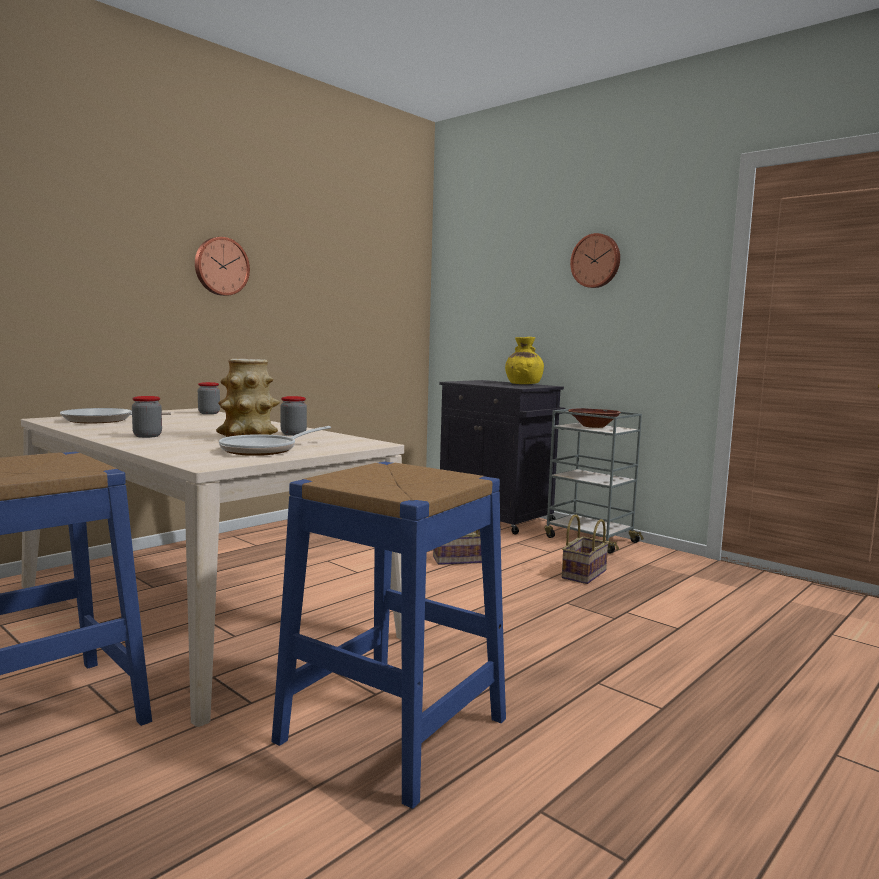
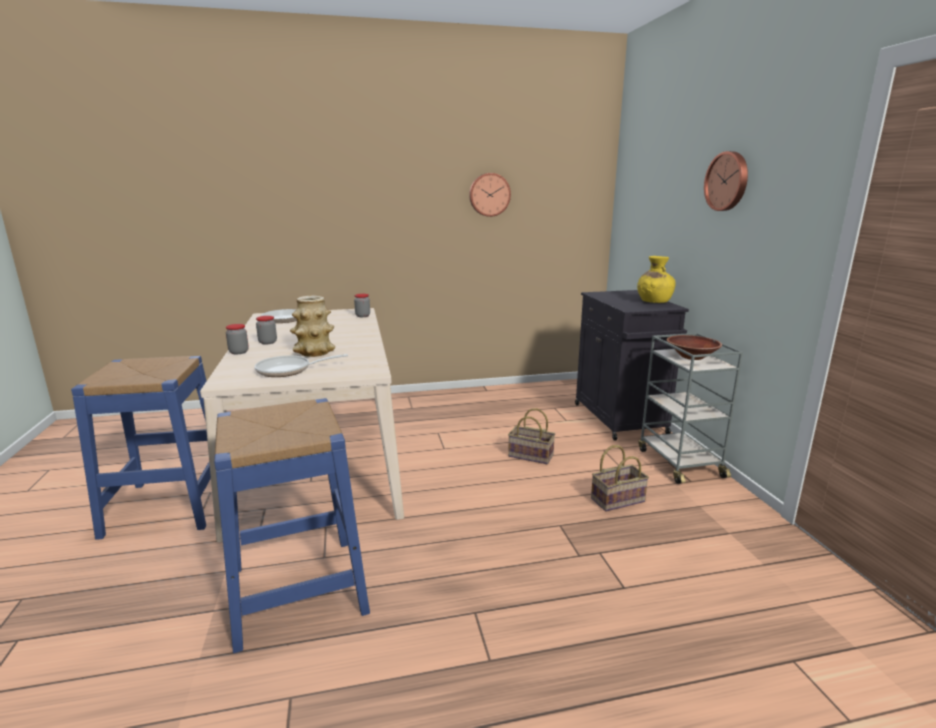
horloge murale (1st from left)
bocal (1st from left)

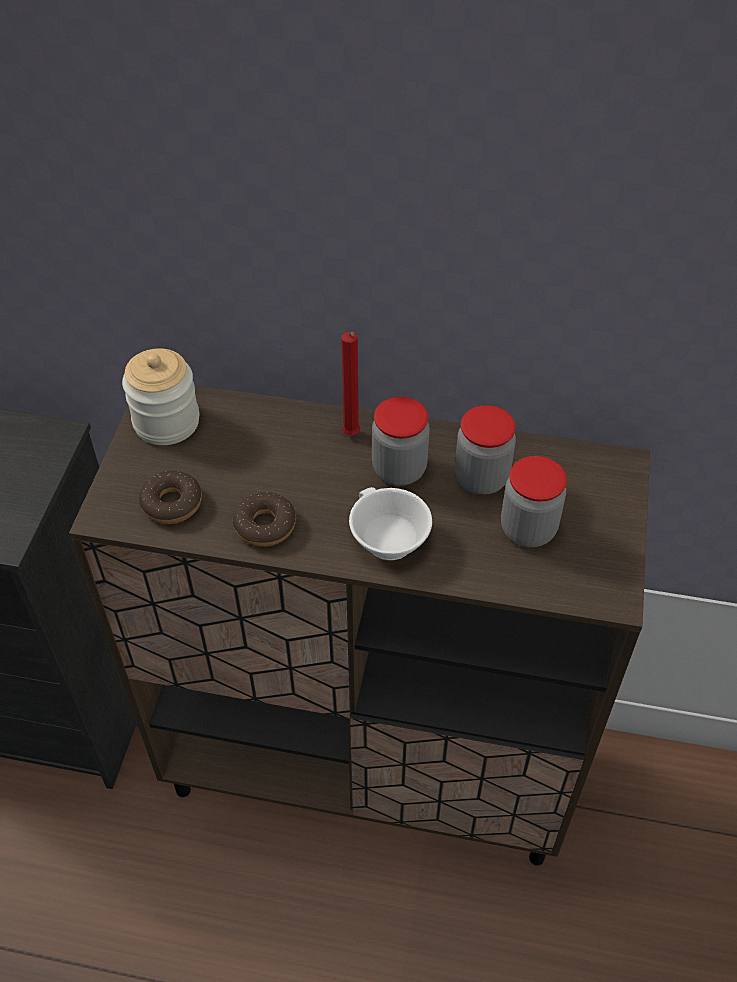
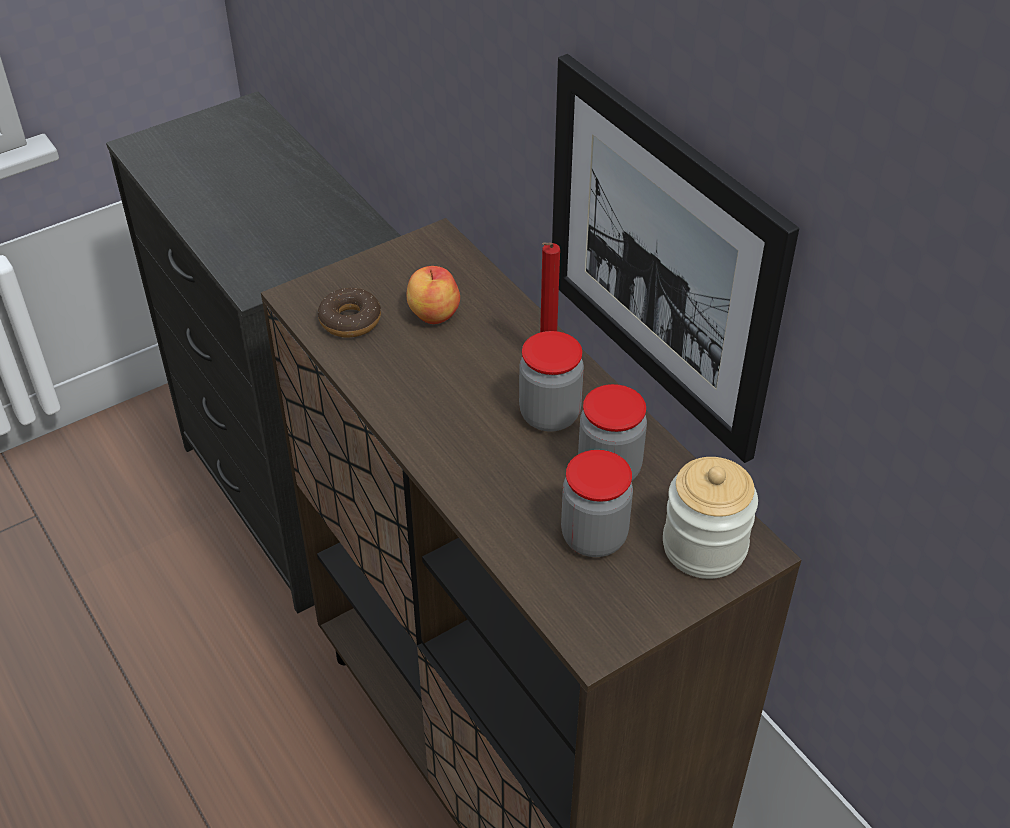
bocal (4th from left)
tasse (blanc)
beignet (2nd from left in the first image)
tableau
pomme

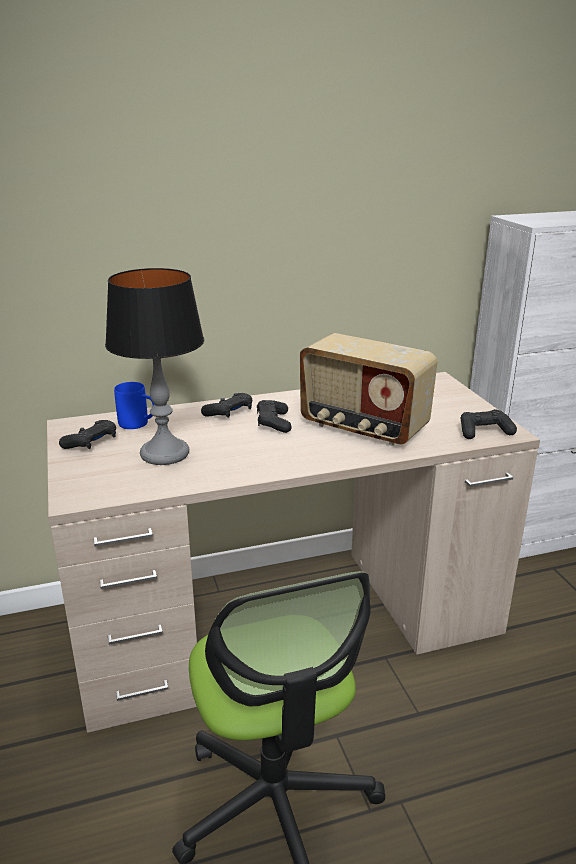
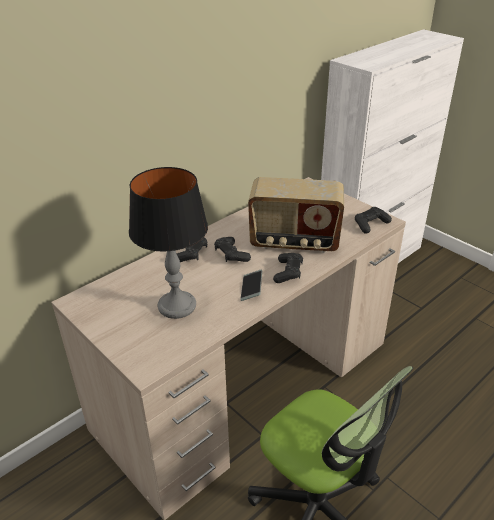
mug (bleu)
manette (noir) (3rd from left)
téléphone

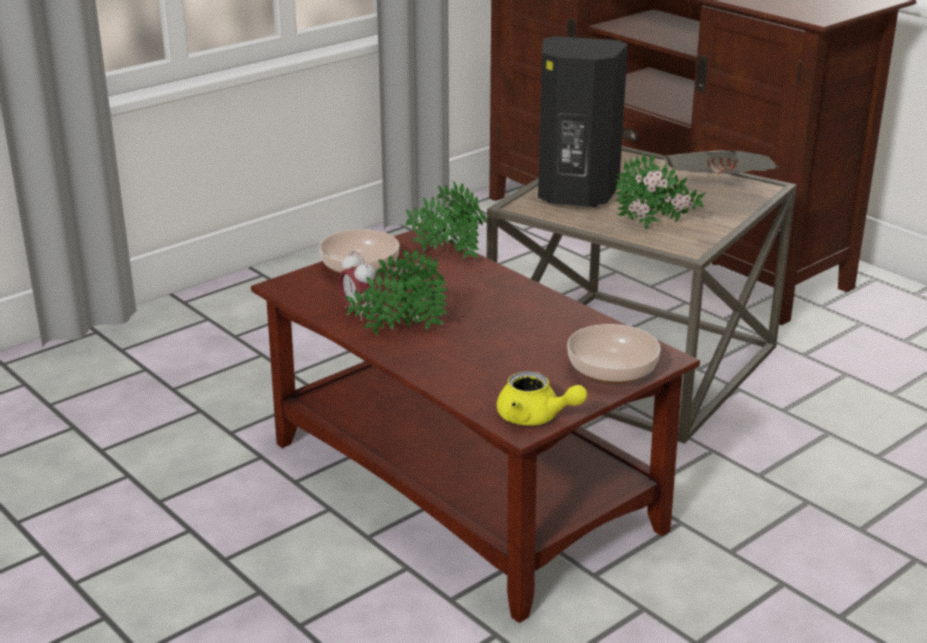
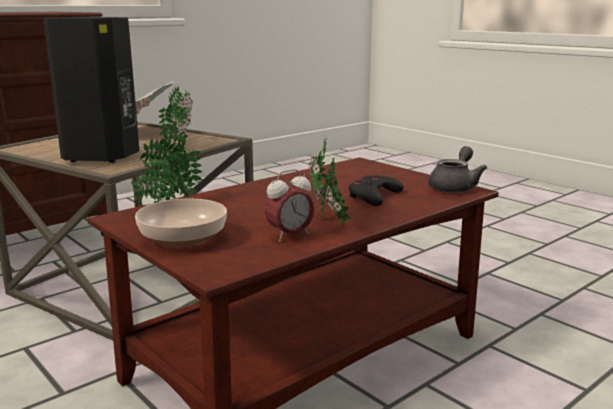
bol (2nd from left in the first image)
théière (gris)
manette (noir)

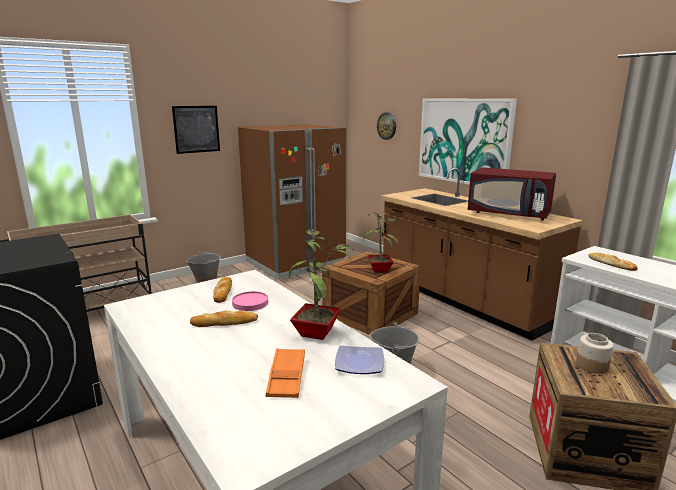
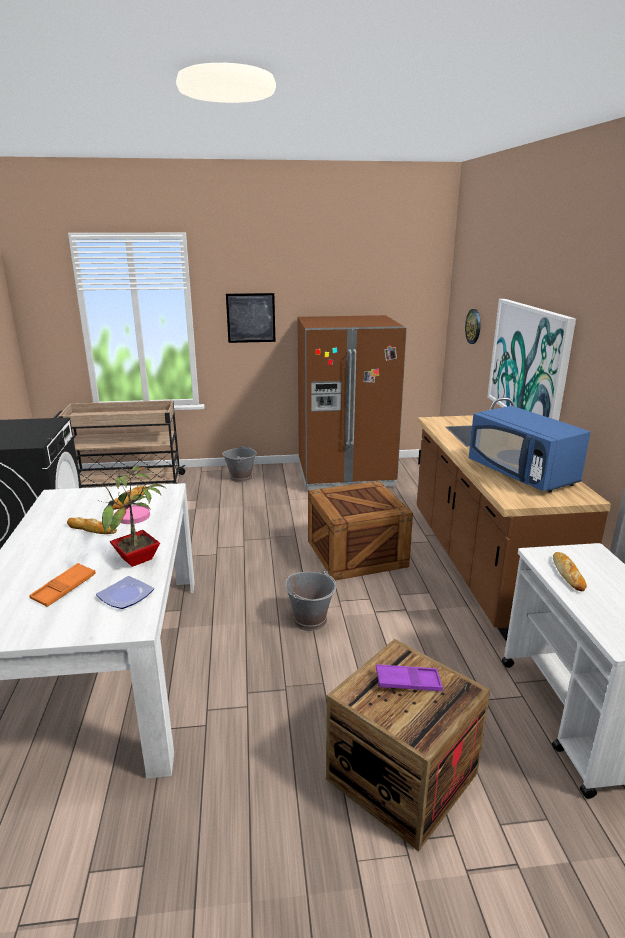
micro-ondes (bleu)
plante en pot (2nd from left in the first image)
plateau (violet)

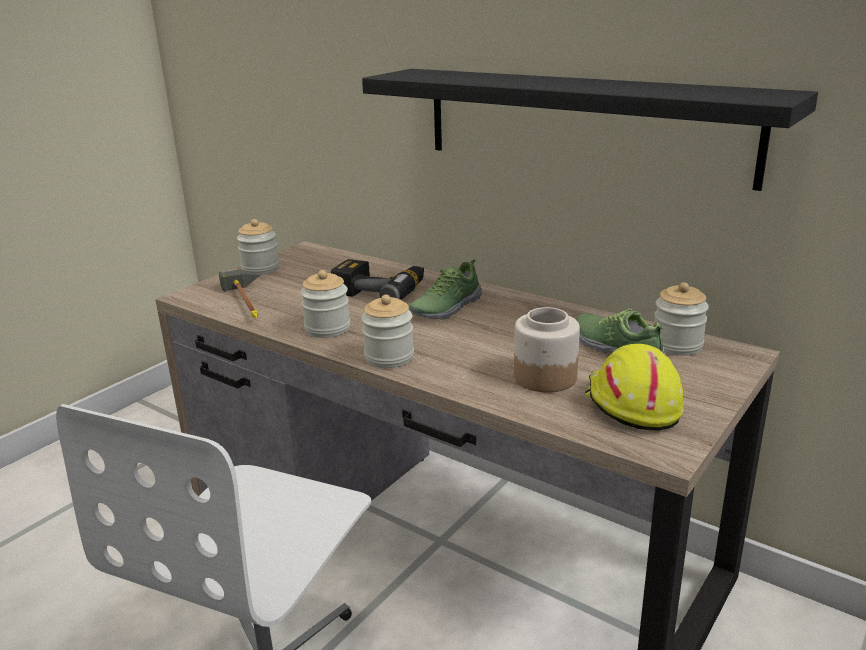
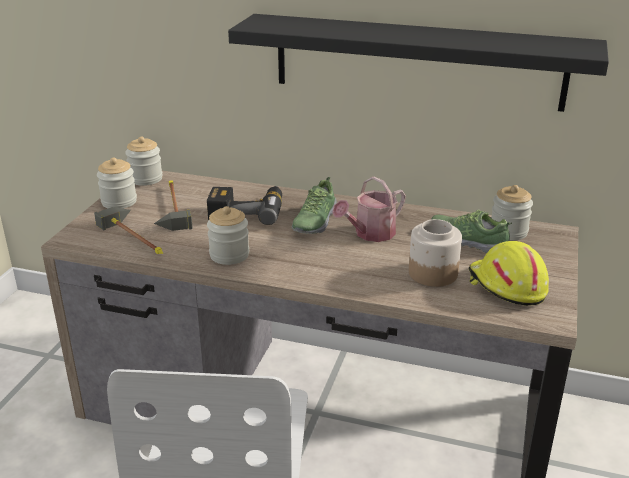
bocal (2nd from left)
arrosoir
marteau (2nd from left)

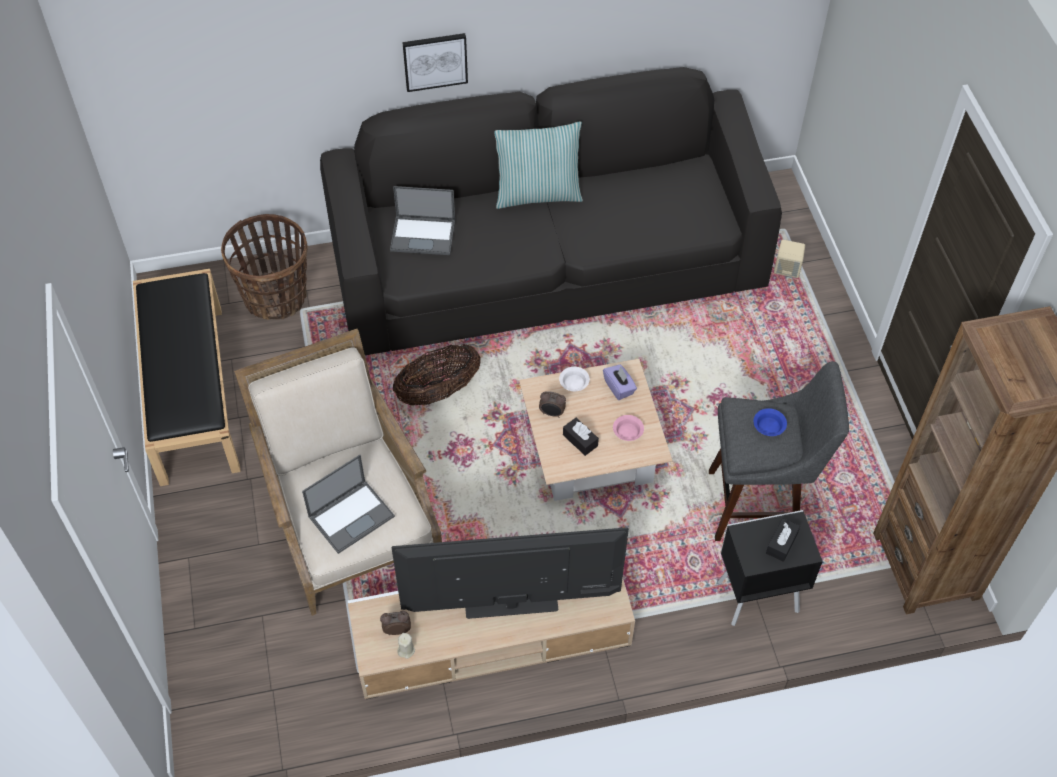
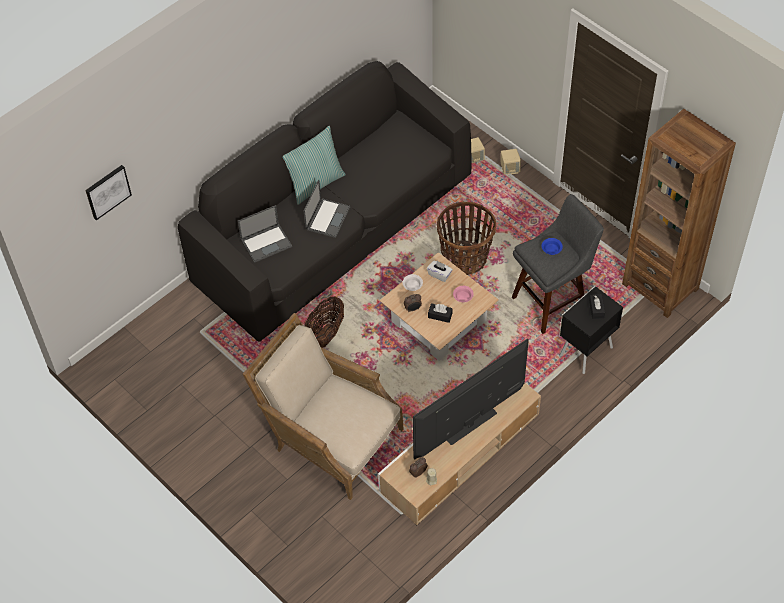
tableau
panier (2nd from left)
banc (noir)
boîte à mouchoirs (blanc)
ordinateur portable (2nd from left)
enceinte (beige) (2nd from left)

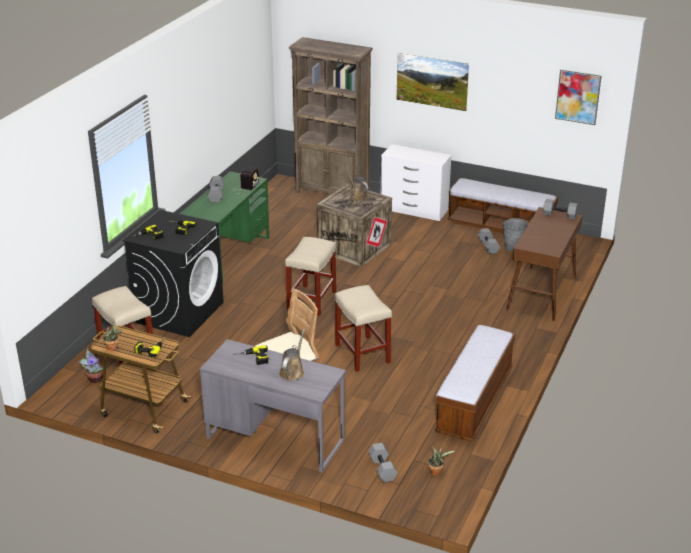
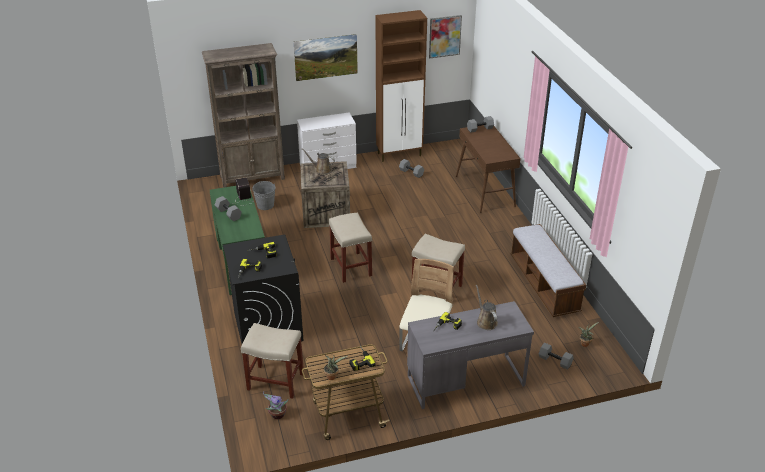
meuble de rangement (marron)
seau (gris)

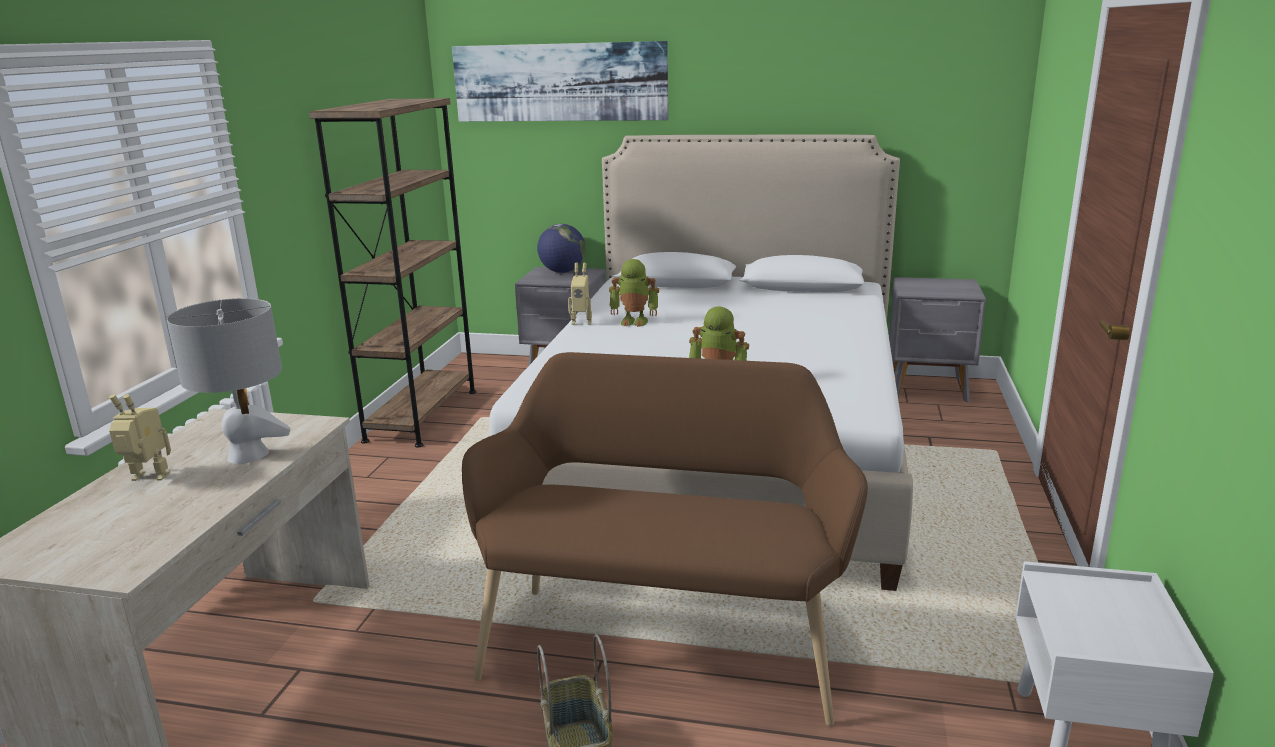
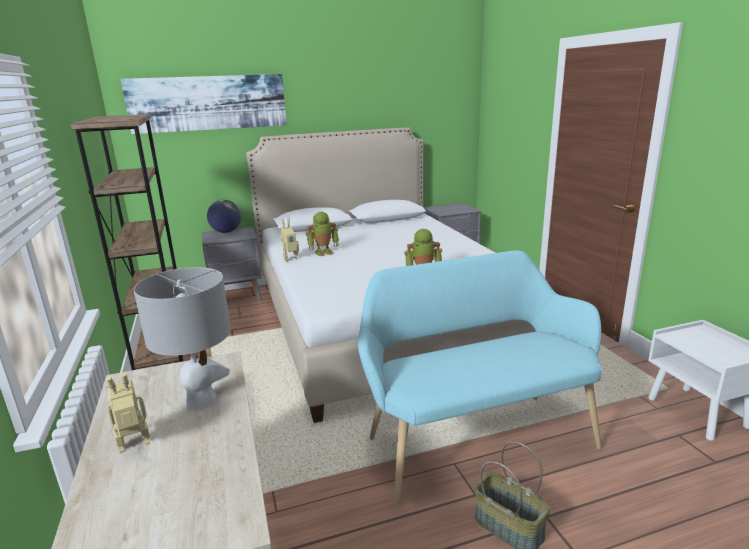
banc (turquoise)

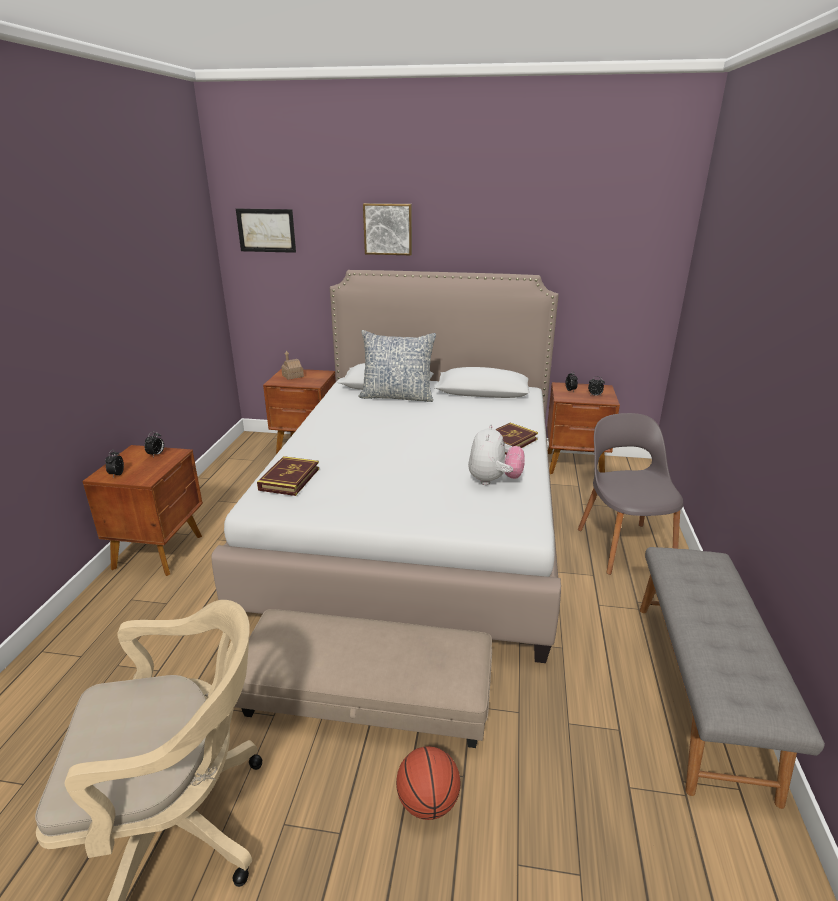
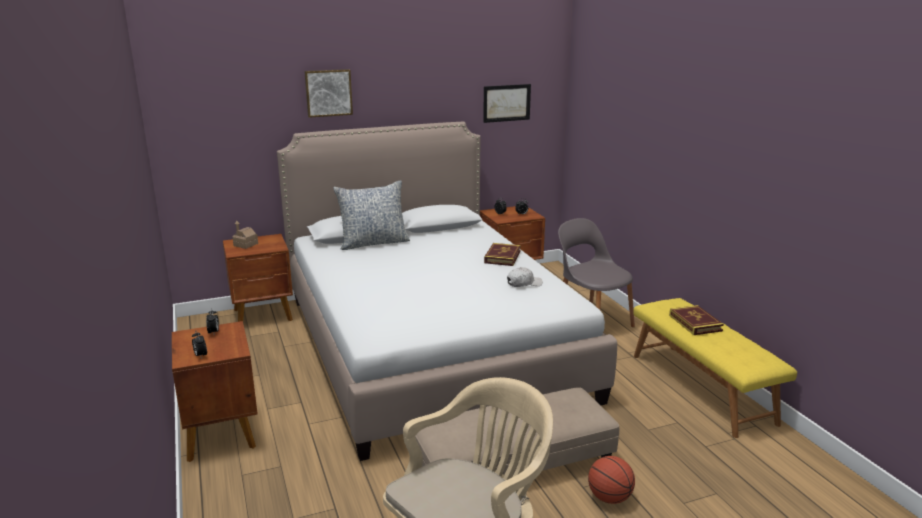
tableau (2nd from left)
casquette (blanc)
livre (2nd from left)
banc (jaune)

